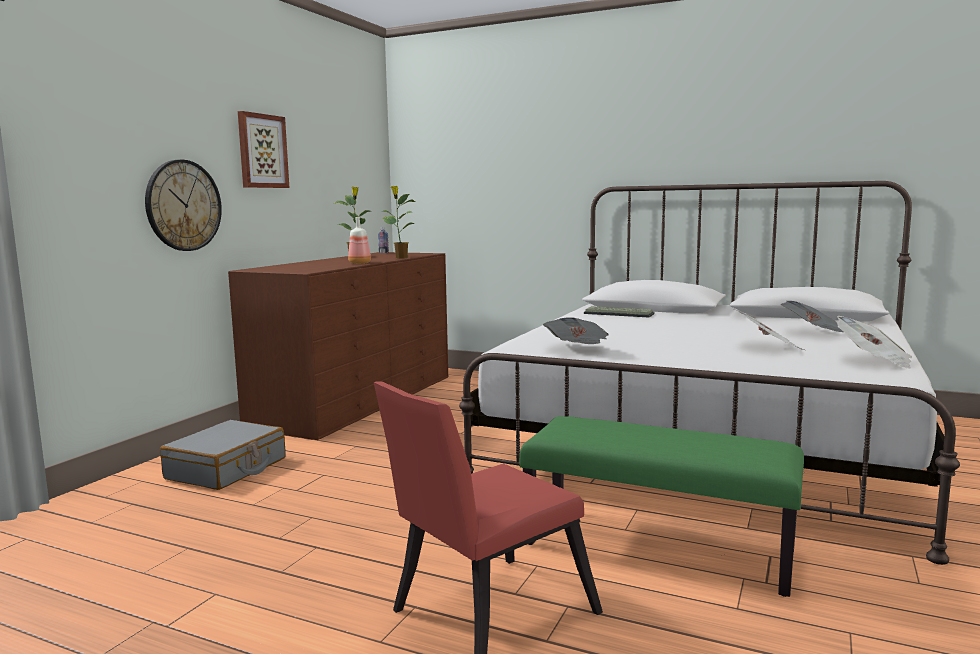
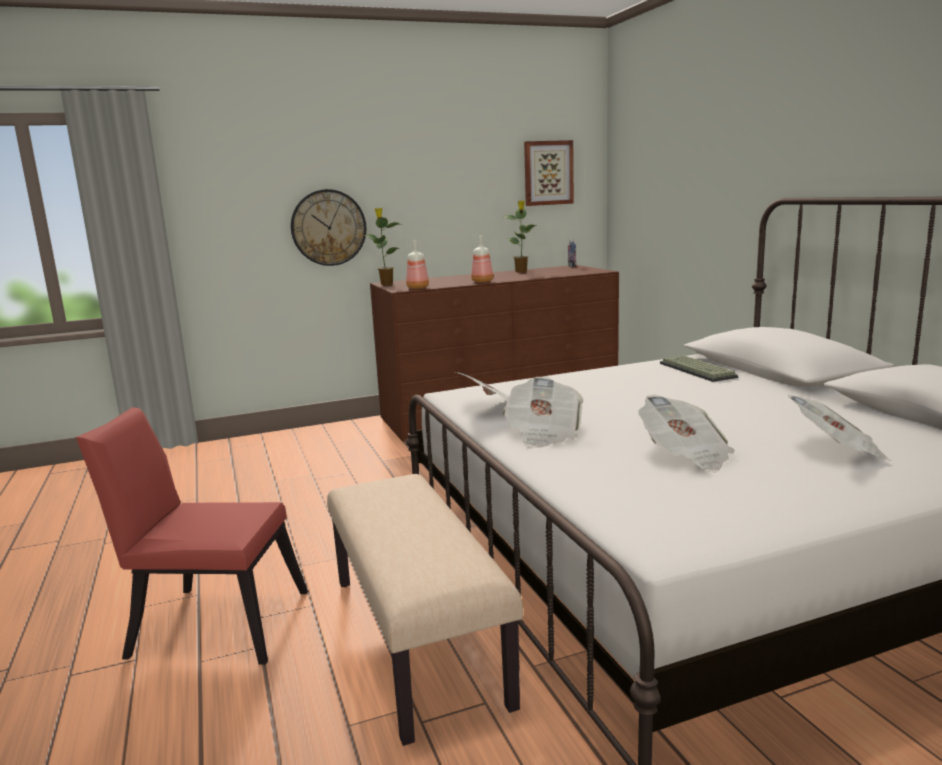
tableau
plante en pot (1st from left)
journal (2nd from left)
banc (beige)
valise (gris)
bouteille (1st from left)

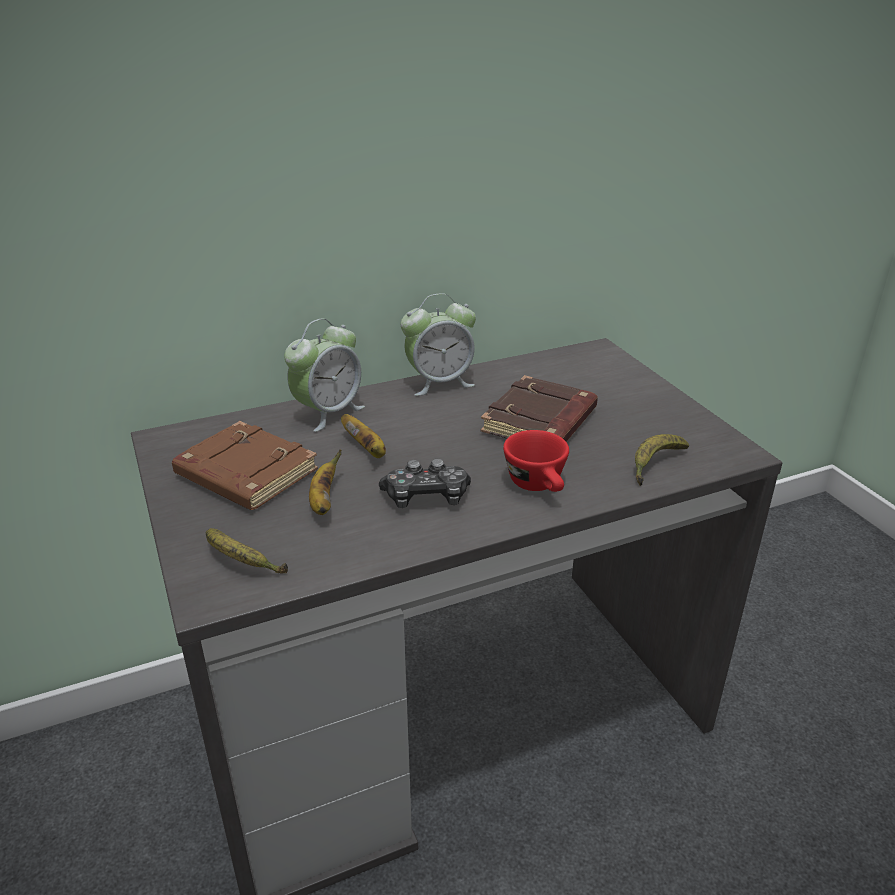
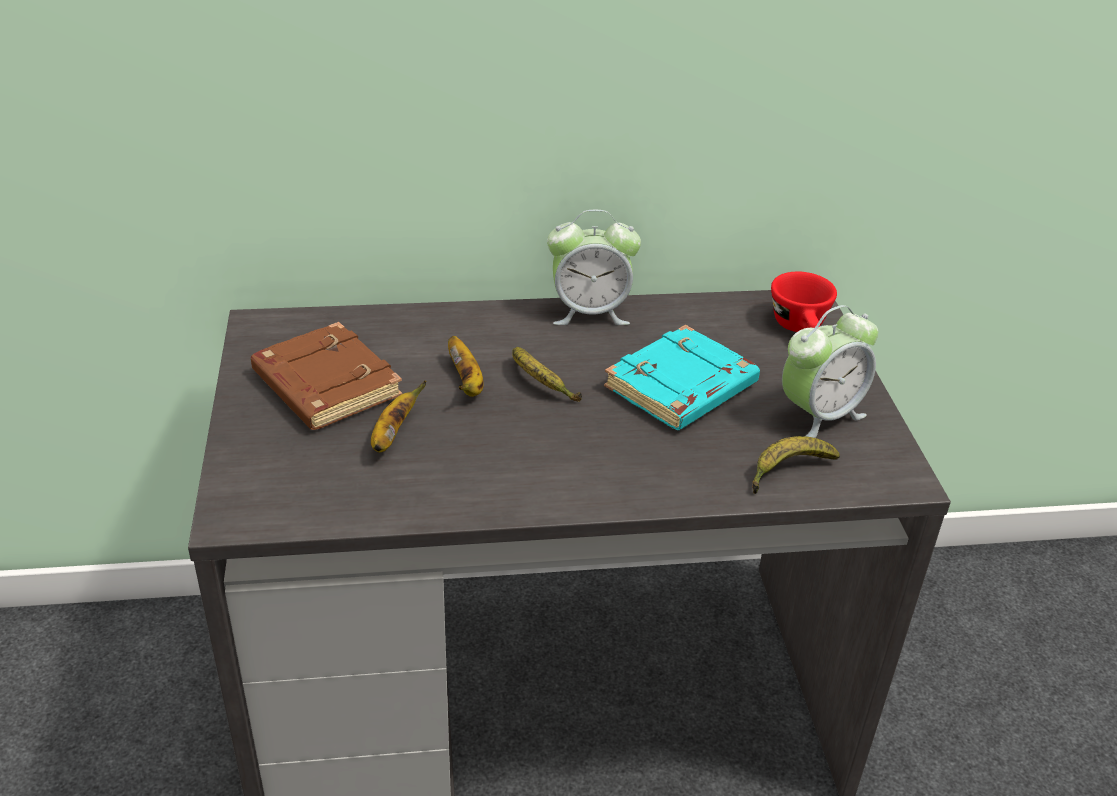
réveil (2nd from left)
livre (turquoise)
tasse (rouge)
manette
banane (3rd from left)

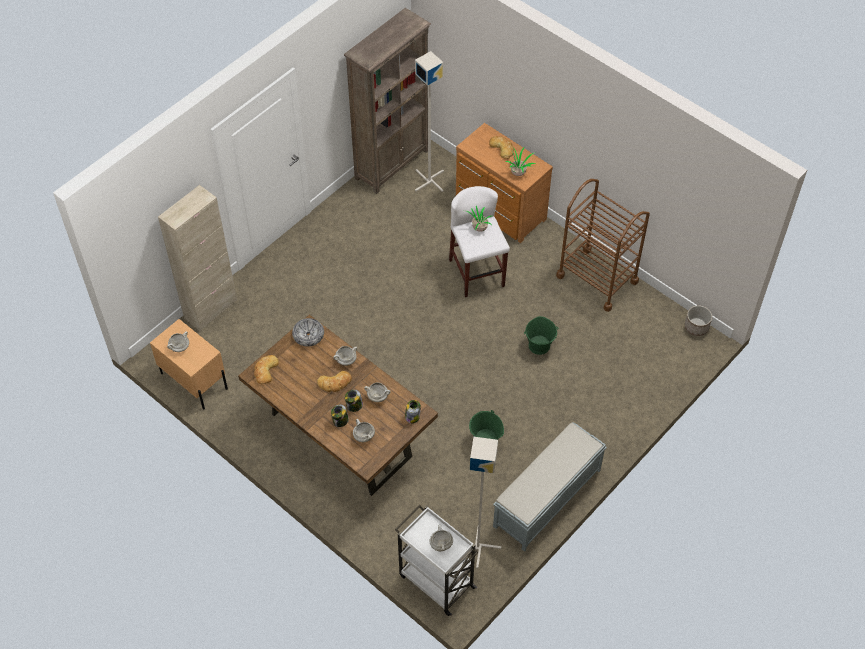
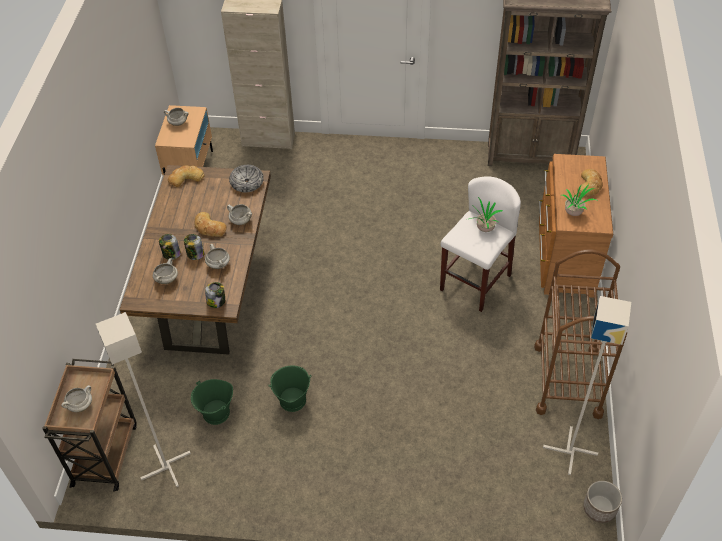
lampadaire (gris) (2nd from left)
seau (vert) (1st from left)
banc (gris)
chariot (marron) (1st from left)

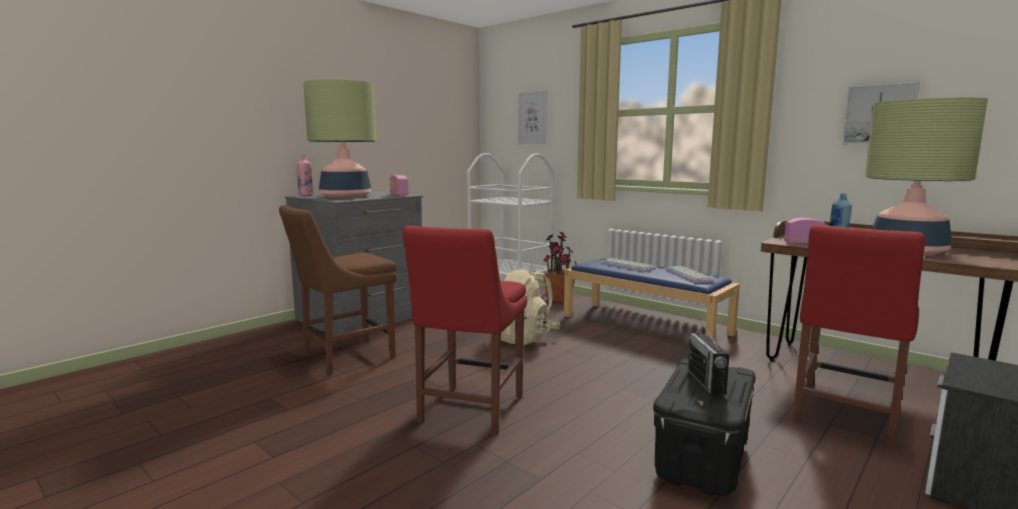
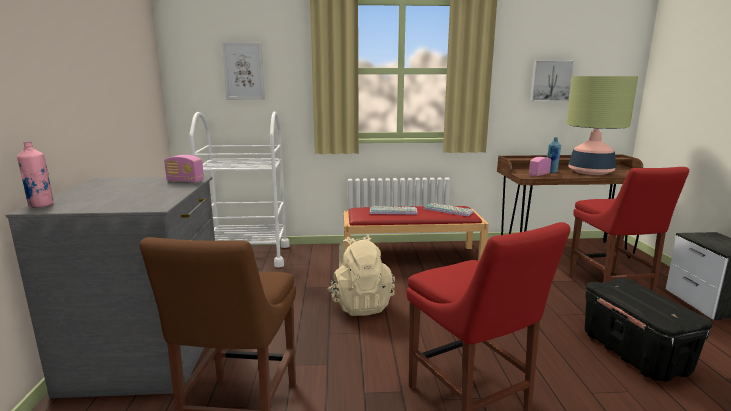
lampe de table (1st from left in the first image)
plante en pot
banc (rouge)
radio (2nd from left in the first image)

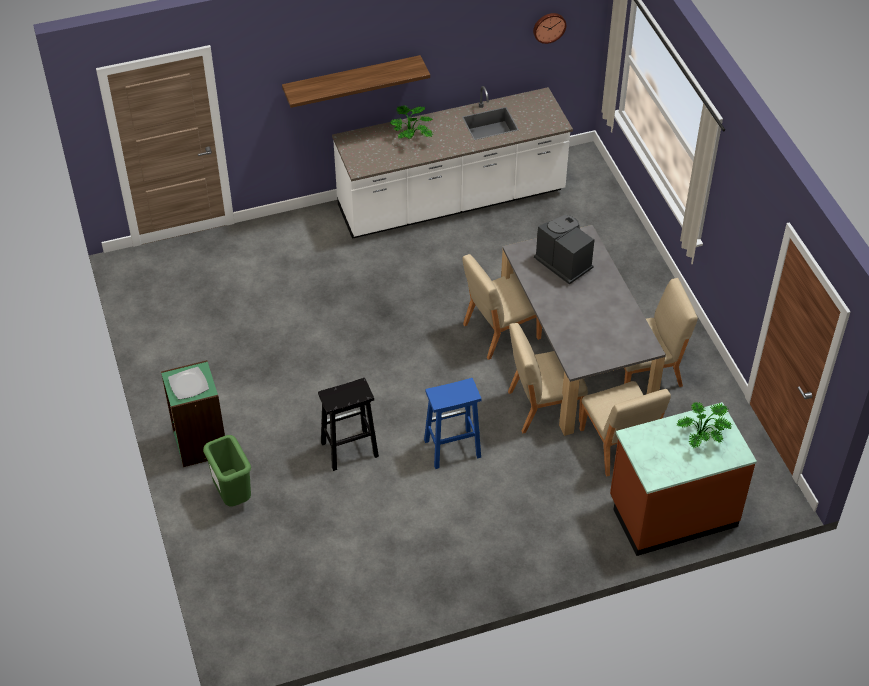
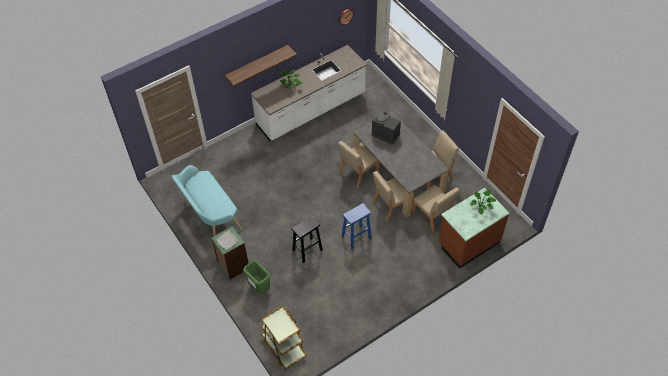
banc (turquoise)
chariot (marron)

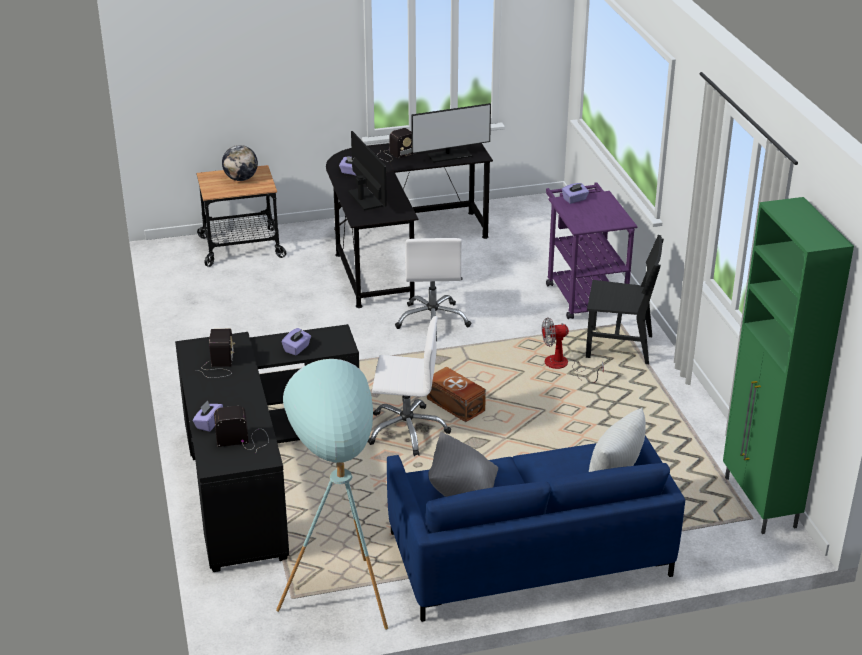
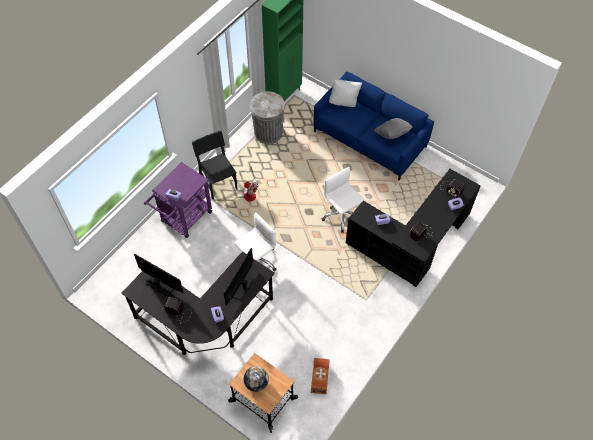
lampadaire (turquoise)
boîte de rangement (marron)
poubelle (gris)

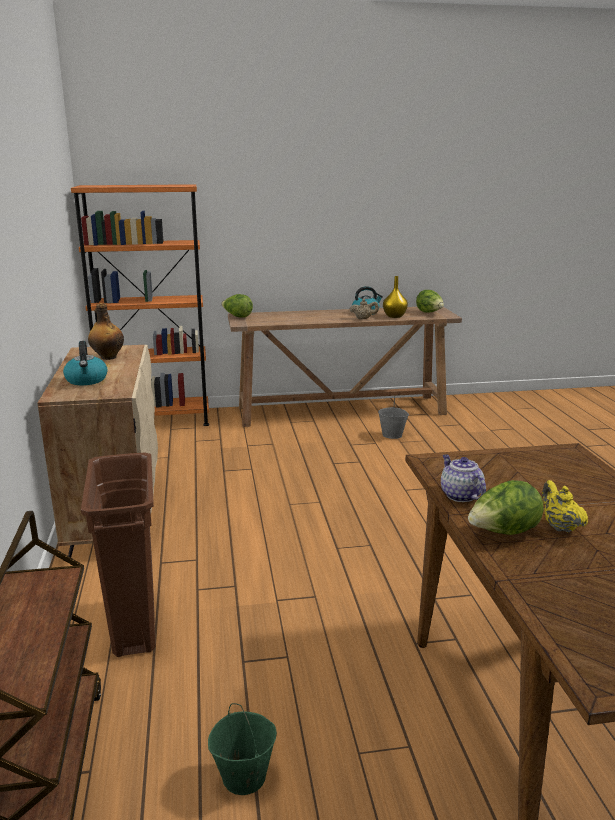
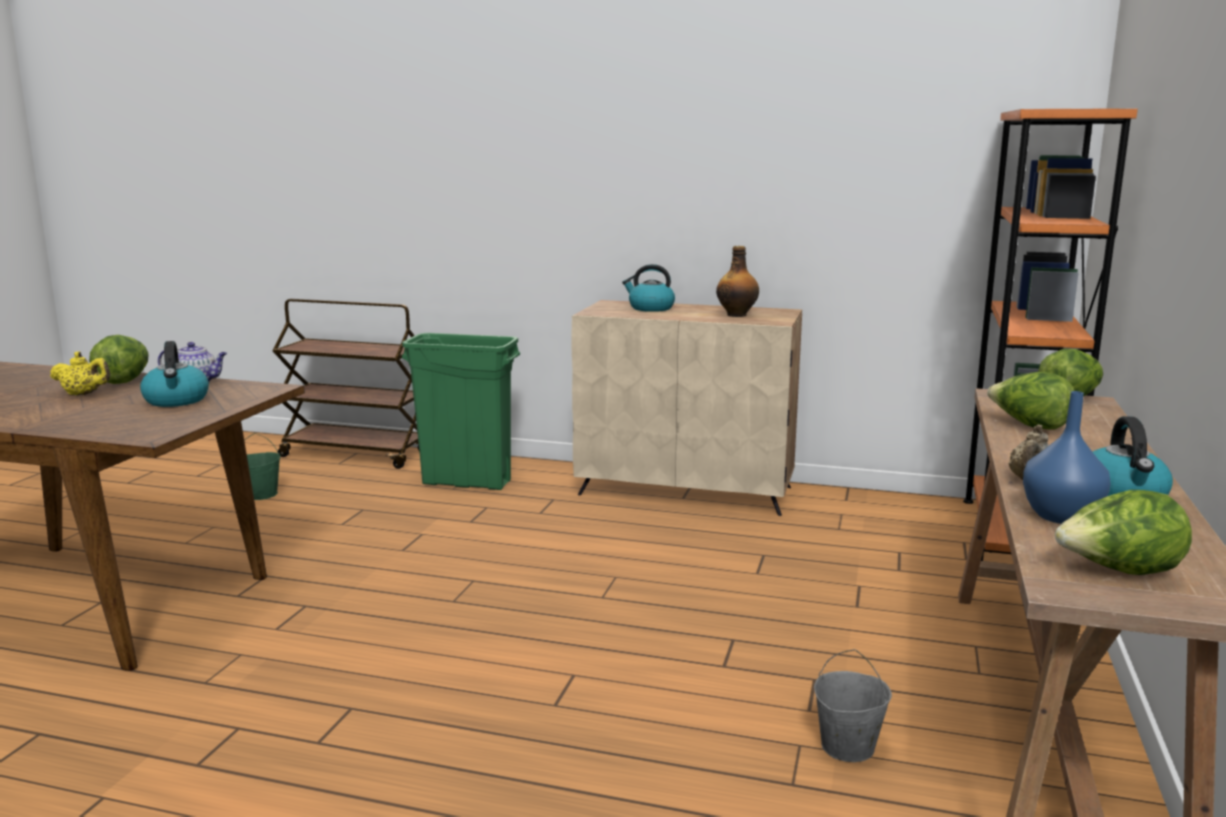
vase (bleu)
poubelle (vert)
bouilloire (1st from left)
laitue (2nd from left)

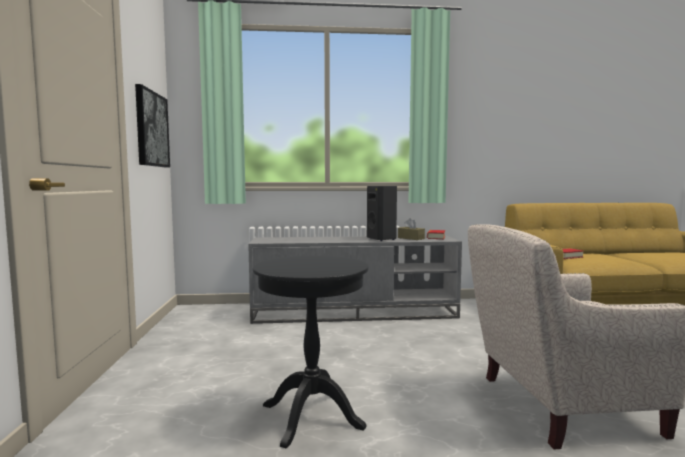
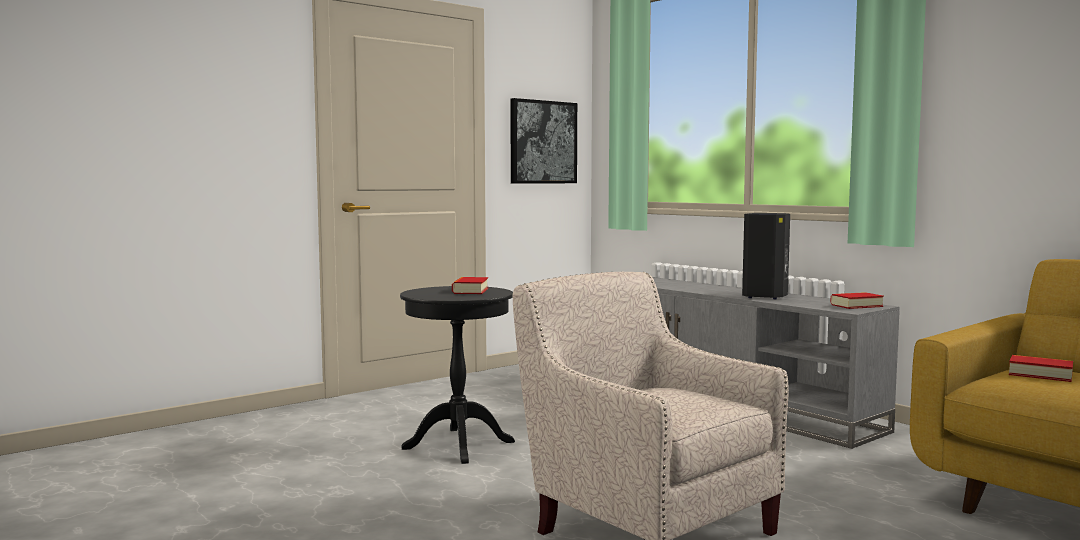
boîte à mouchoirs (marron)
livre (1st from left)

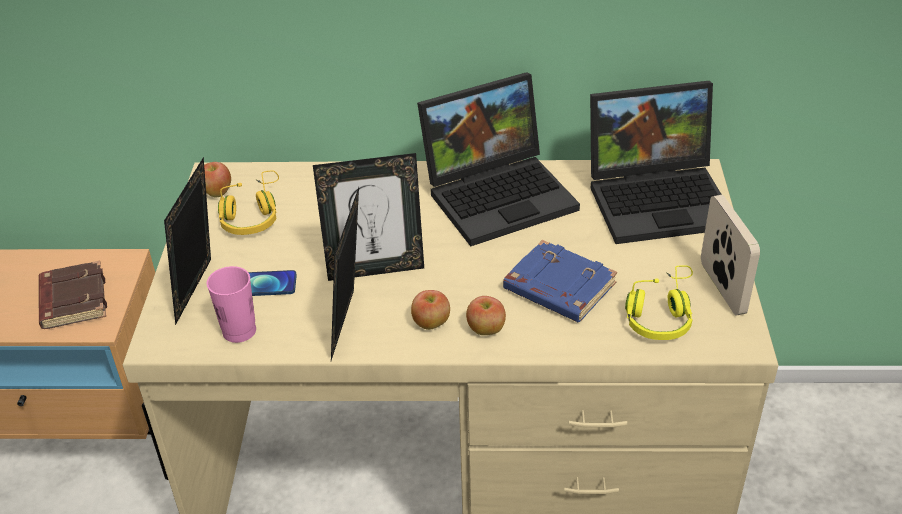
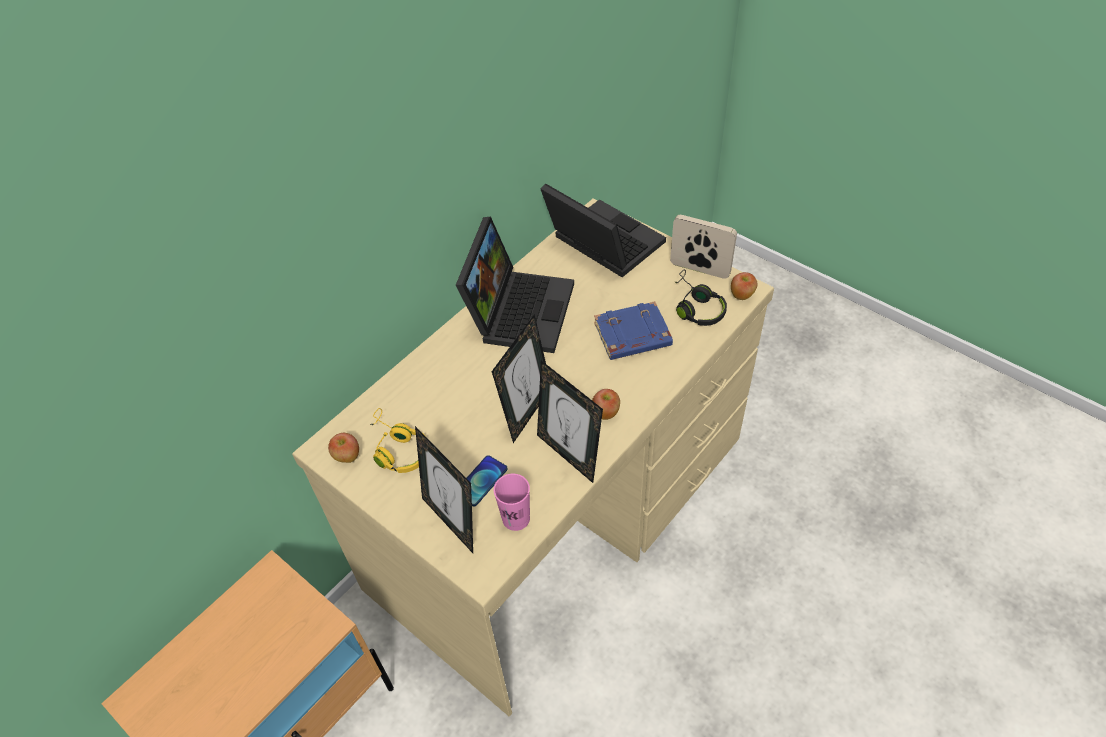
ordinateur portable (2nd from left)
livre (marron)
casque audio (noir)
pomme (3rd from left)

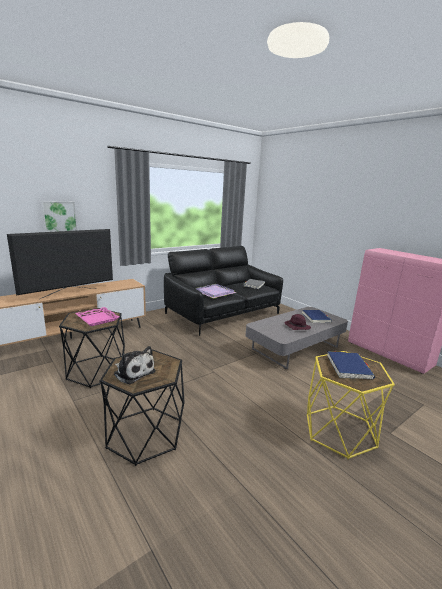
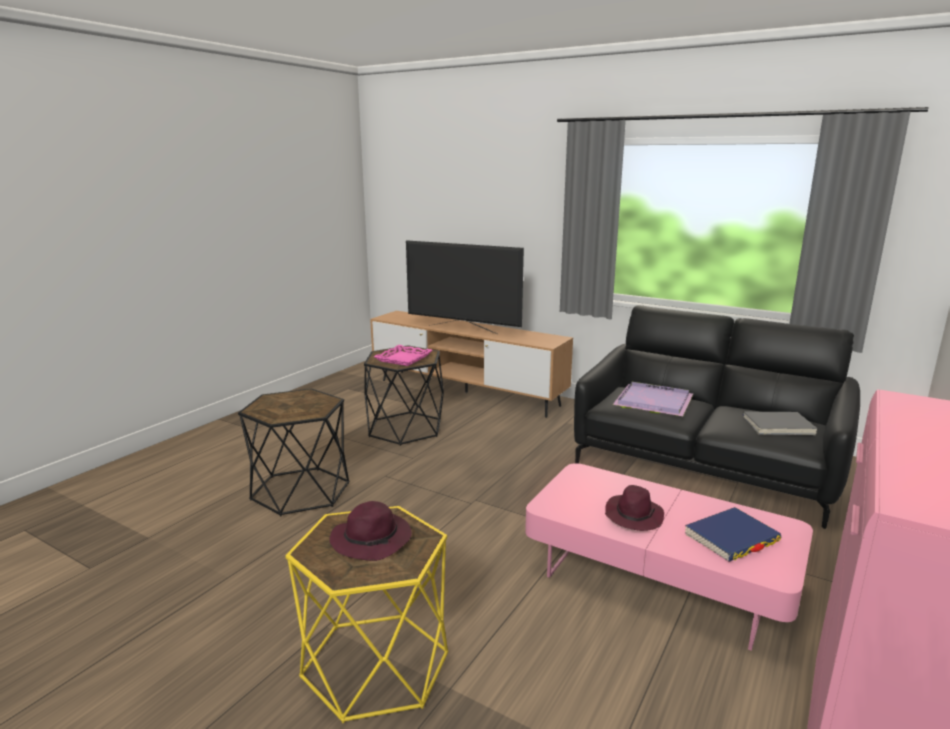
tableau
table basse (rose)
peluche
chapeau (violet) (1st from left)

